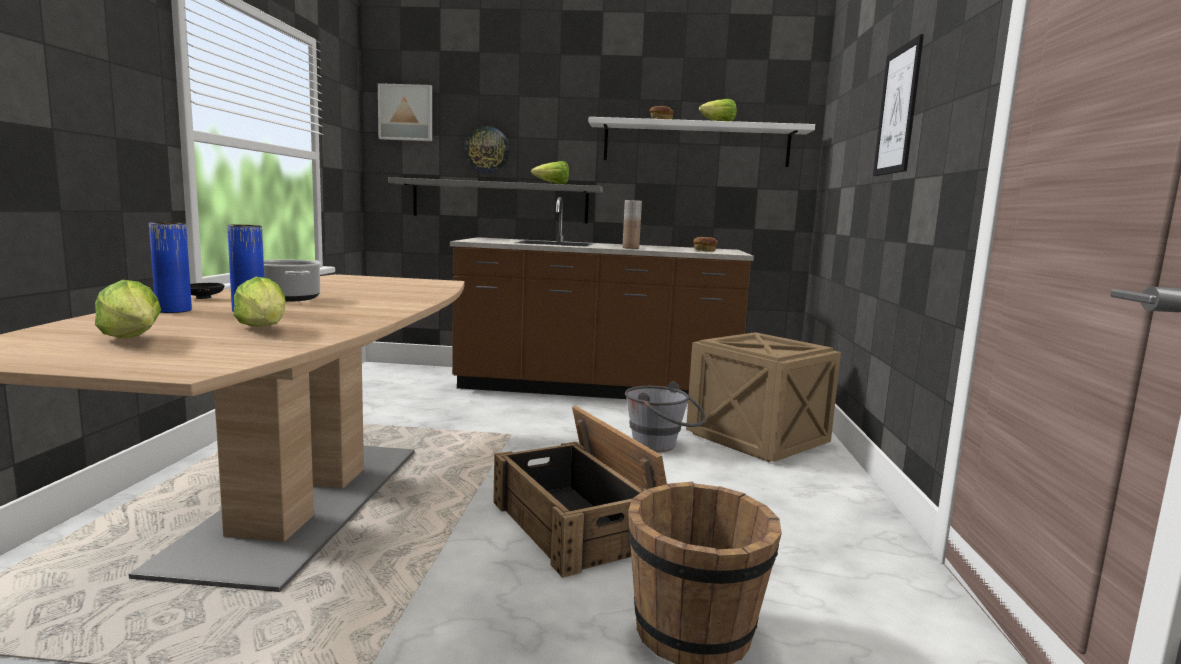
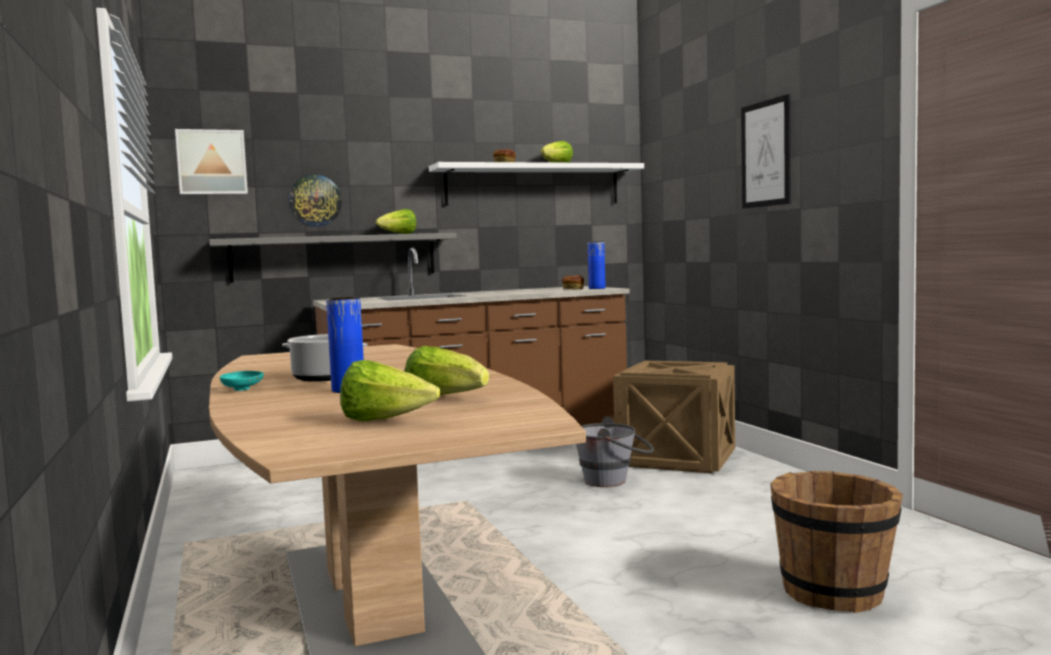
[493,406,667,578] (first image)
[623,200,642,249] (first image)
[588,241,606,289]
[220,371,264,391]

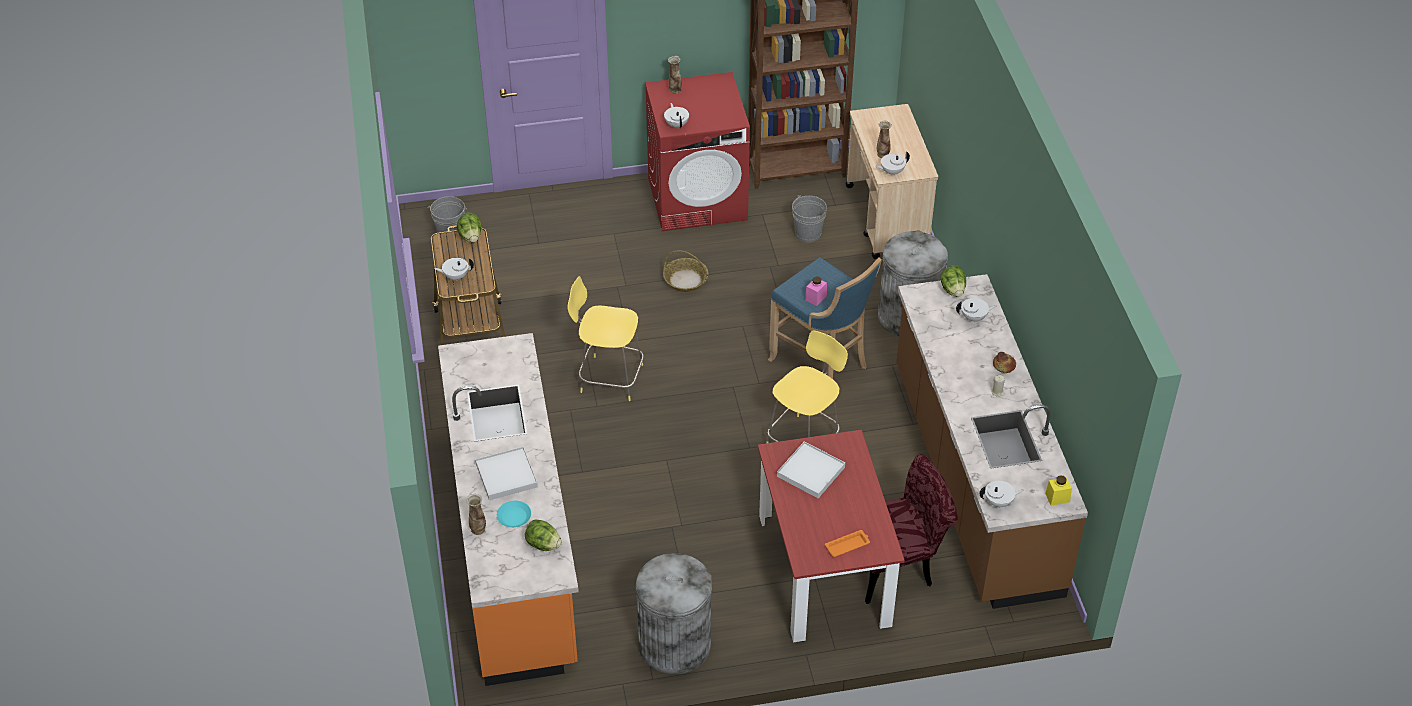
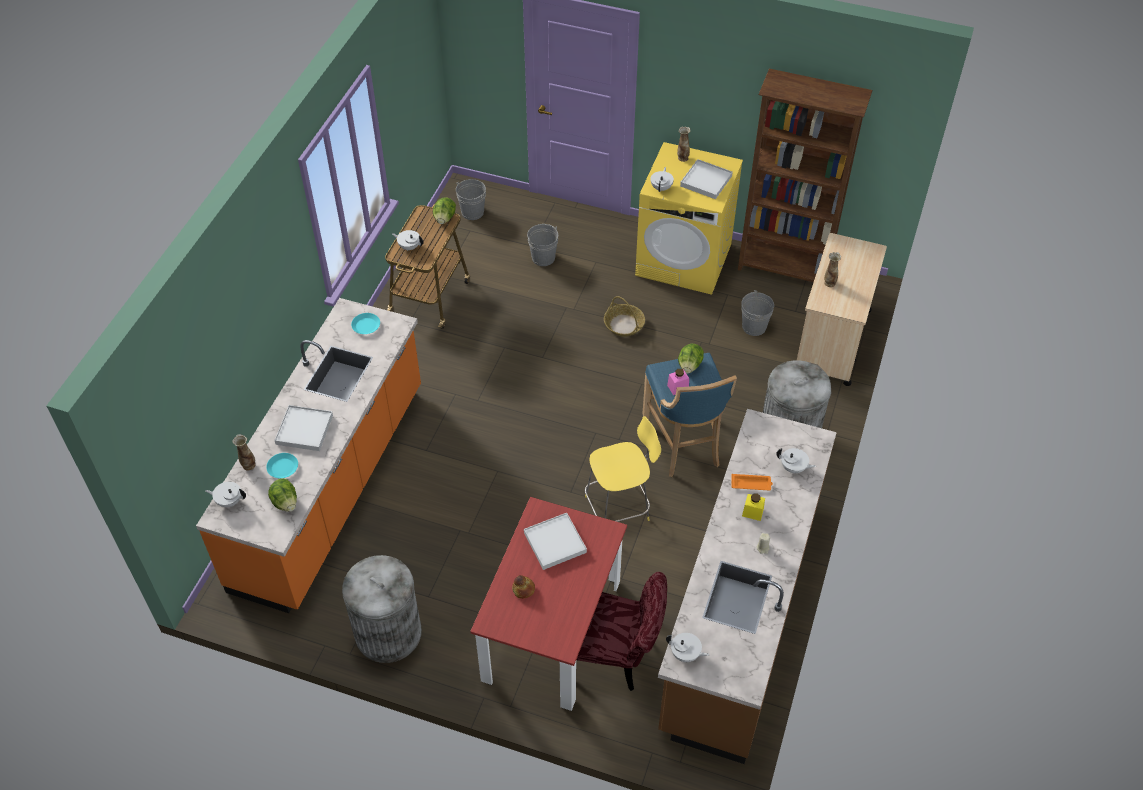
[568,276,644,401] (first image)
[351,313,380,334]
[527,224,558,266]
[680,159,733,199]
[731,474,773,490]
[205,482,246,507]
[678,344,704,374]
[512,575,535,599]
[742,493,765,521]
[635,142,743,295]

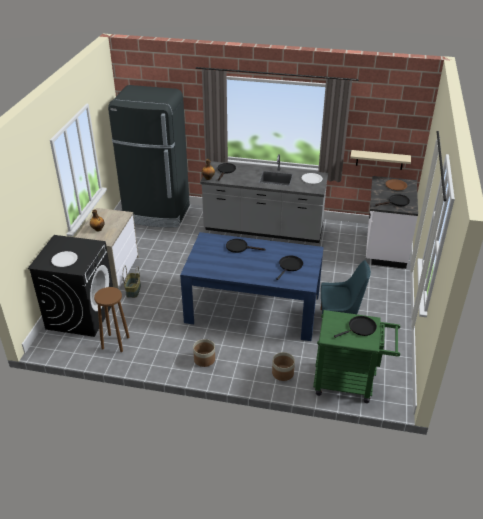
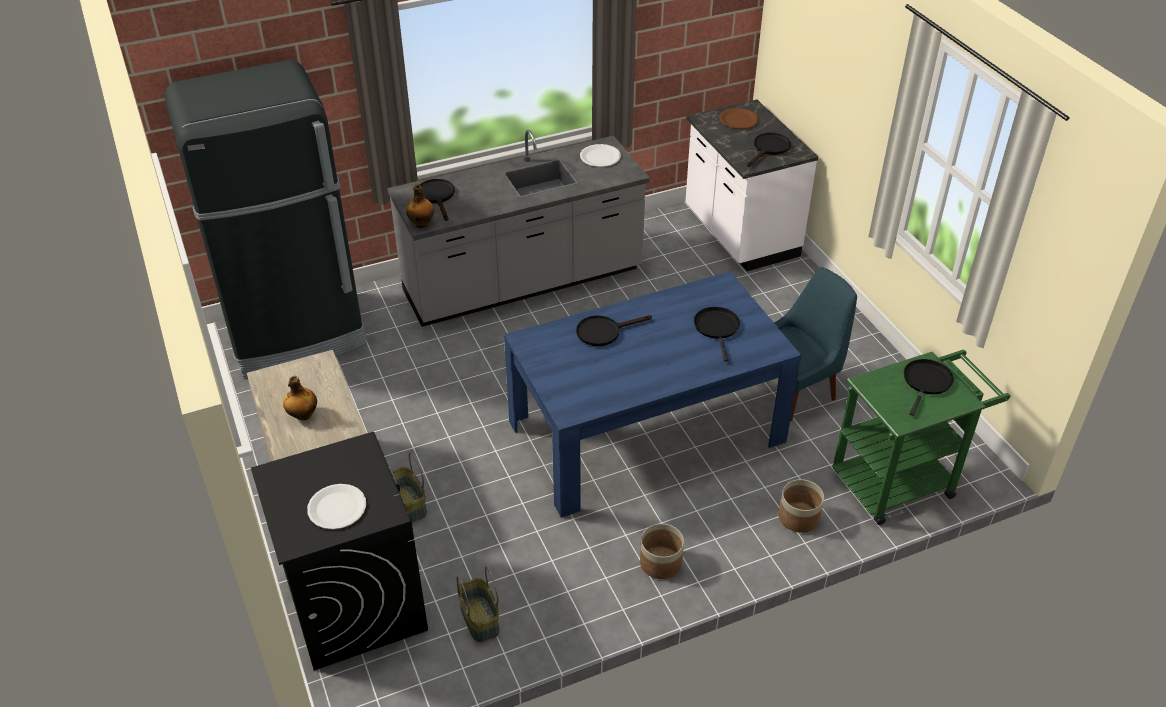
[350,150,411,170] (first image)
[457,566,499,642]

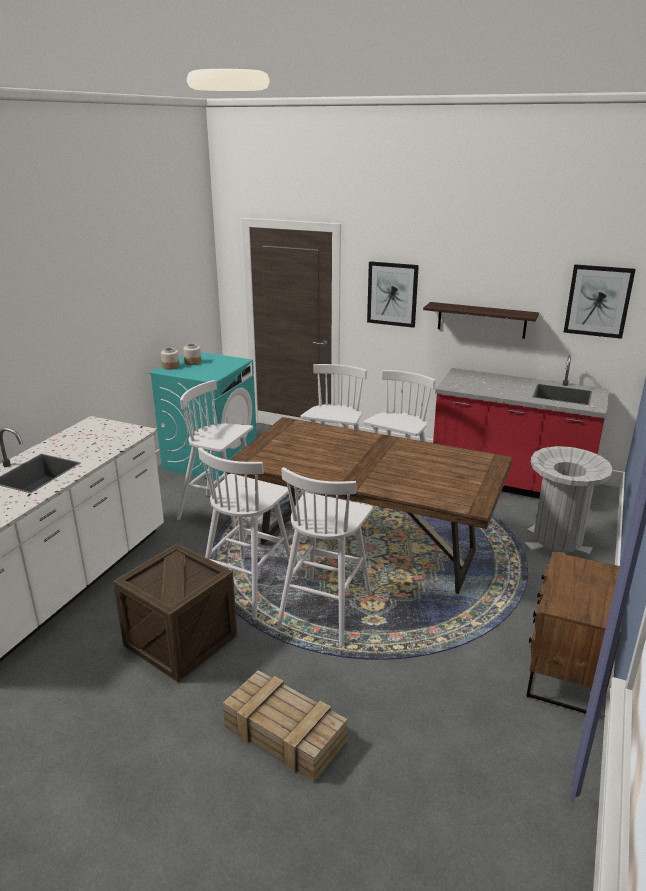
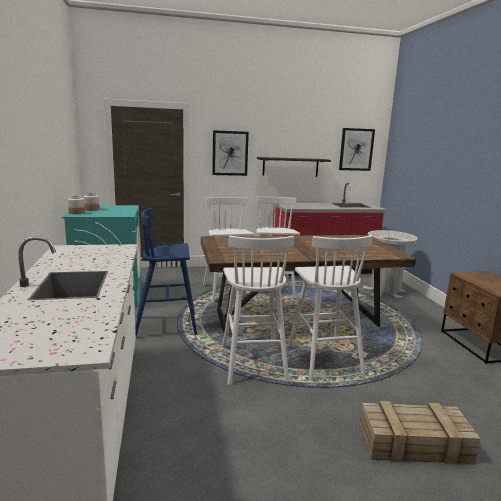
[113,543,237,682] (first image)
[135,208,197,337]

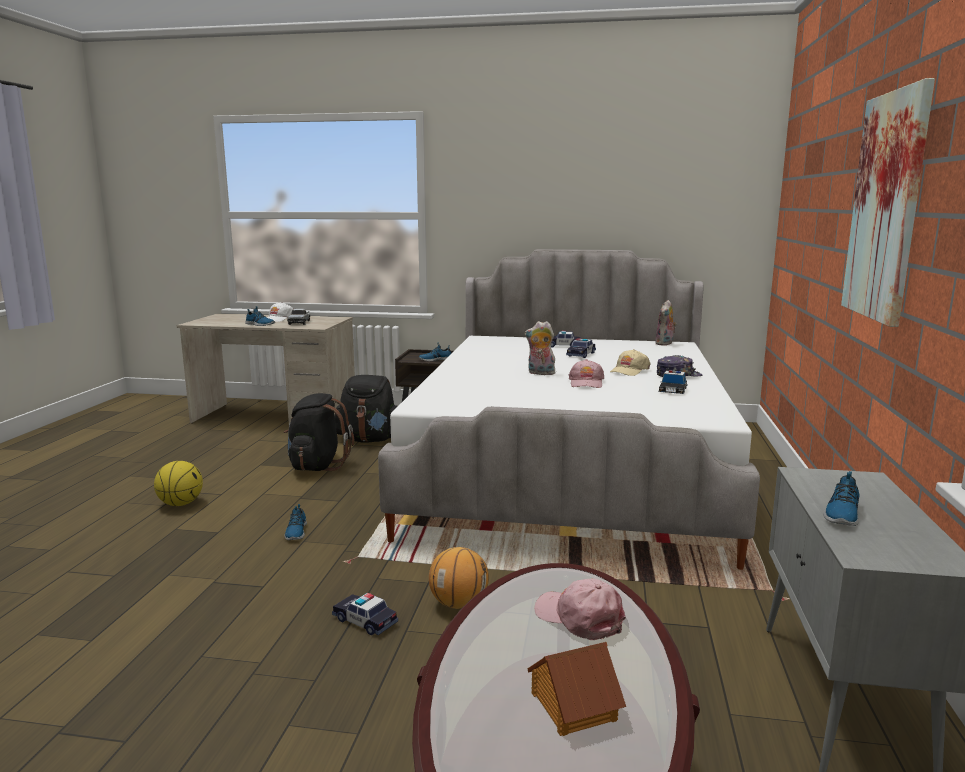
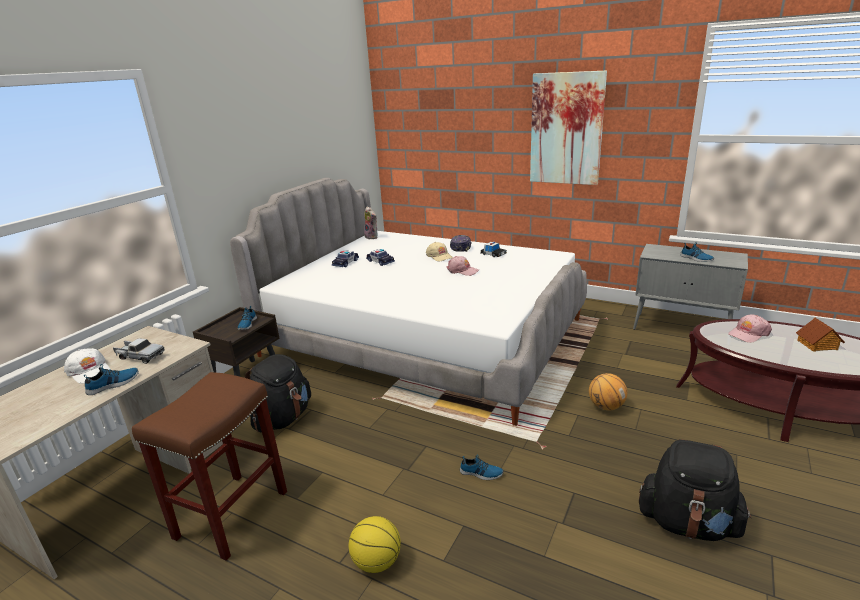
[332,593,398,636] (first image)
[525,321,555,375] (first image)
[132,372,287,561]
[639,439,751,541]

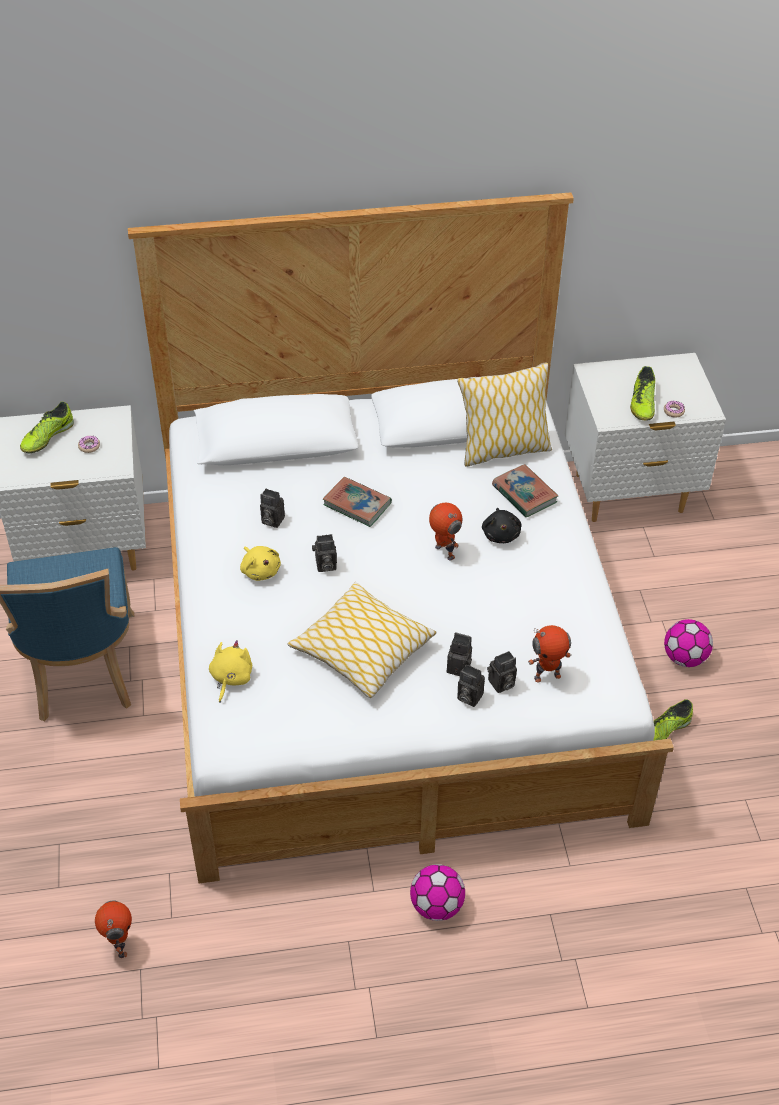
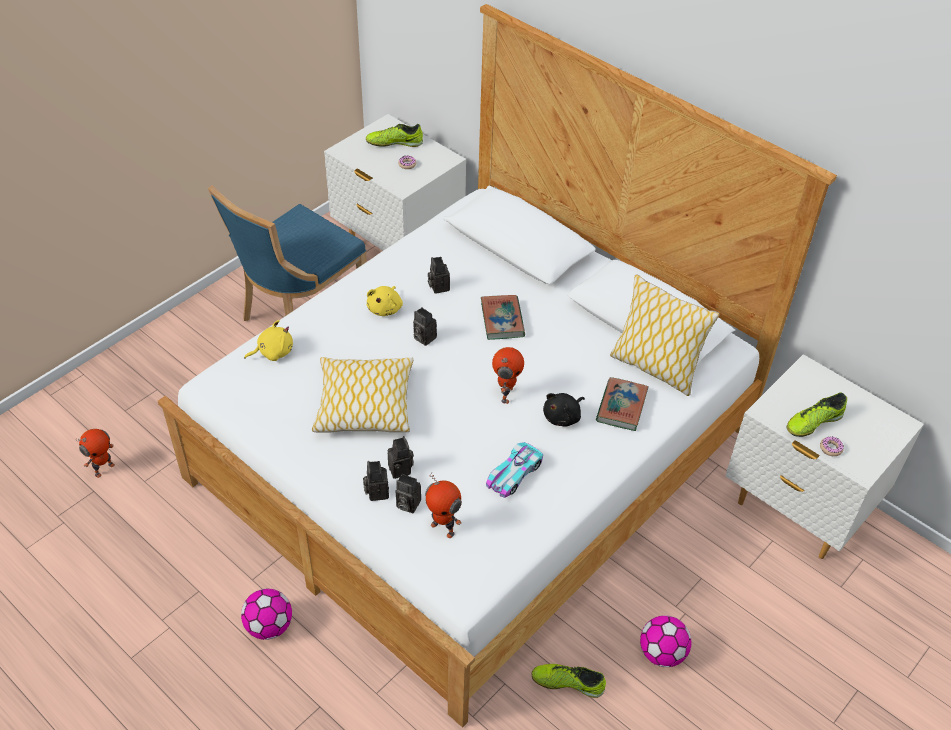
[486,442,543,498]

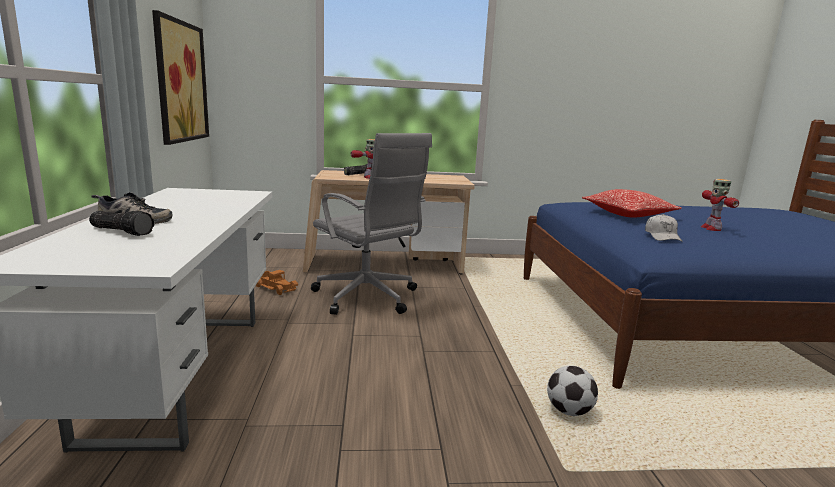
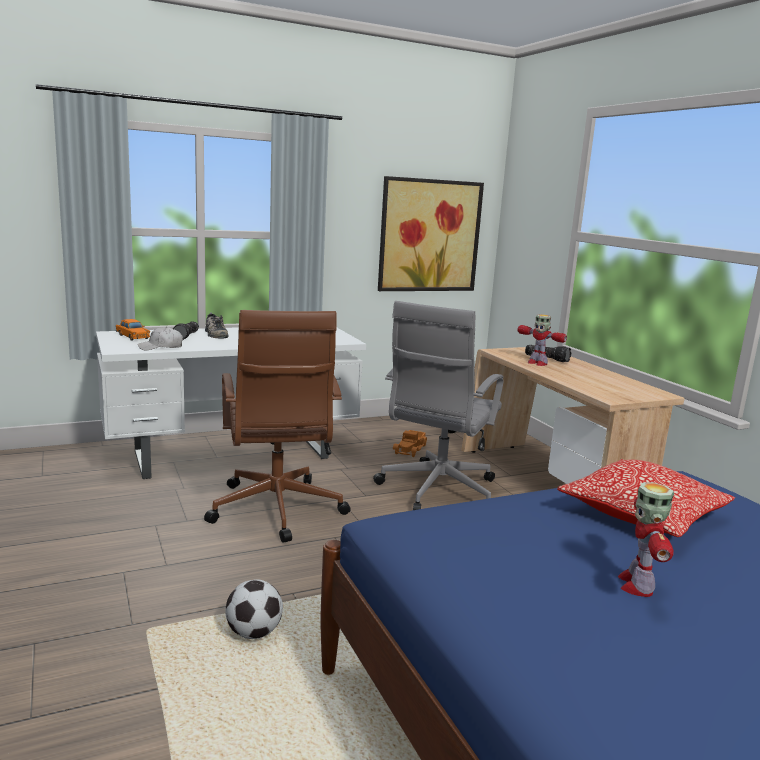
[116,319,150,341]
[204,310,351,543]
[138,327,183,350]
[618,482,674,597]

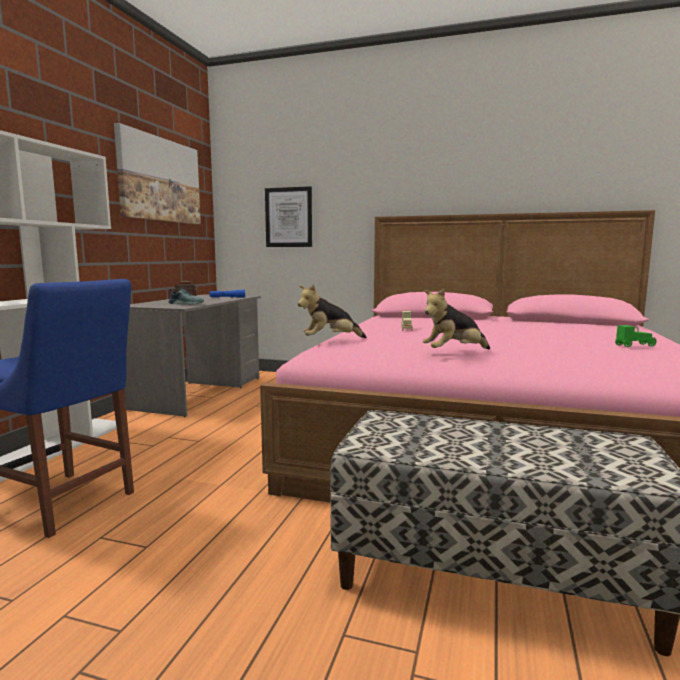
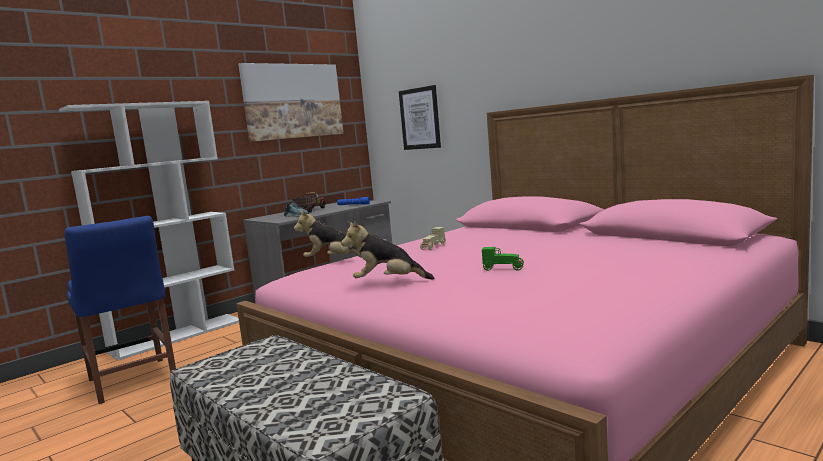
[482,247,524,271]

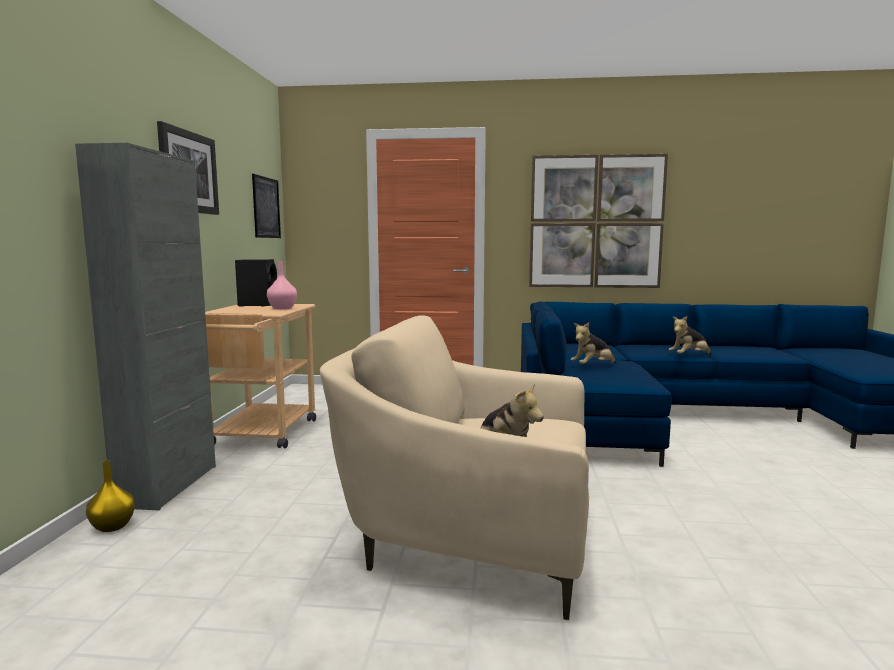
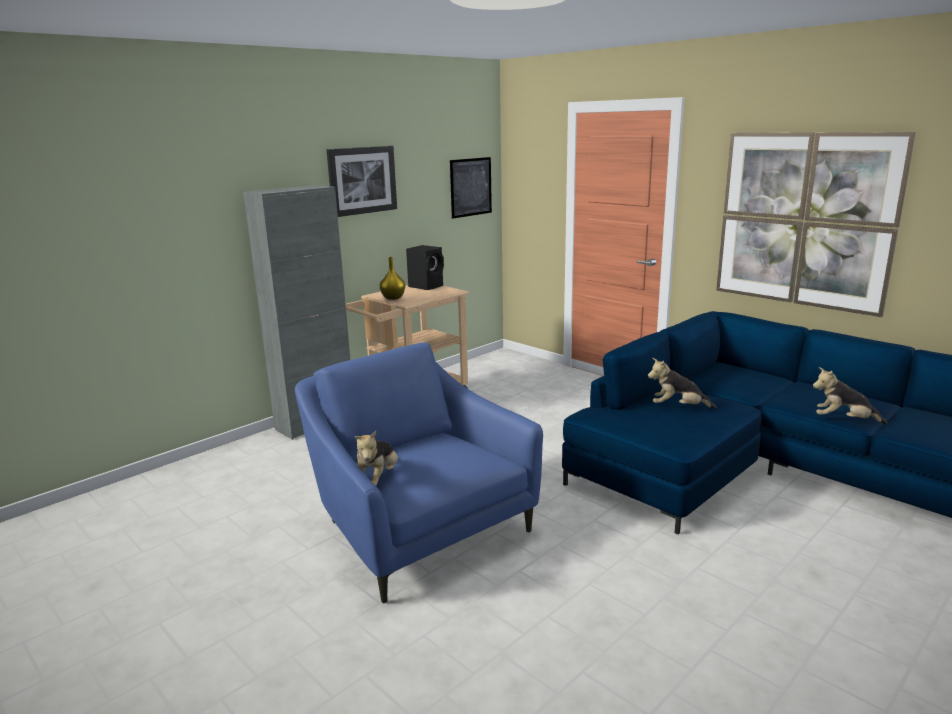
[267,261,297,309] (first image)
[380,257,405,300]
[295,343,543,604]

